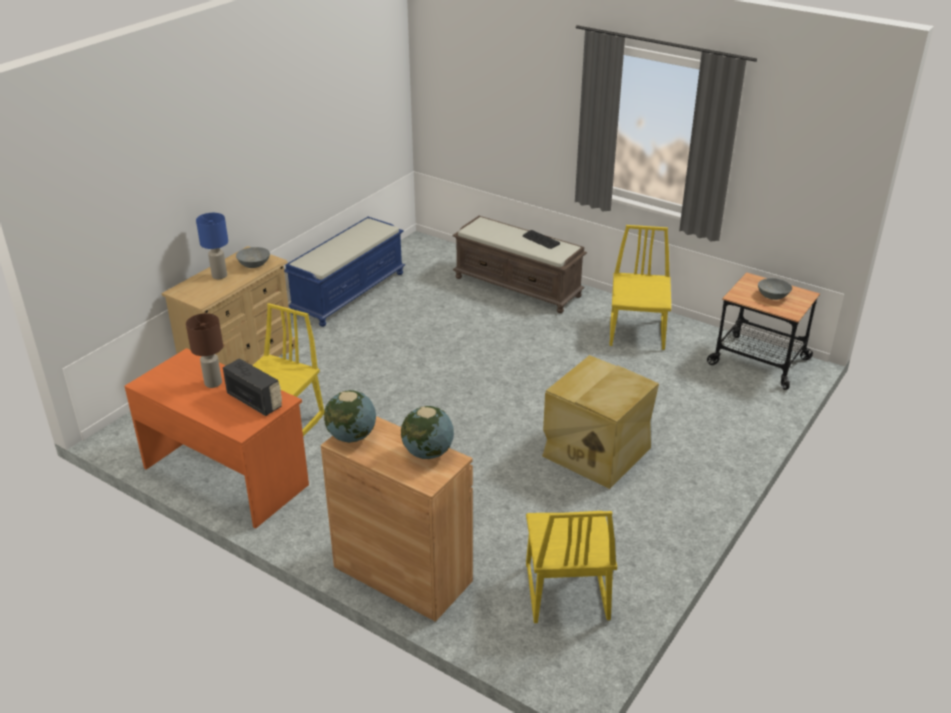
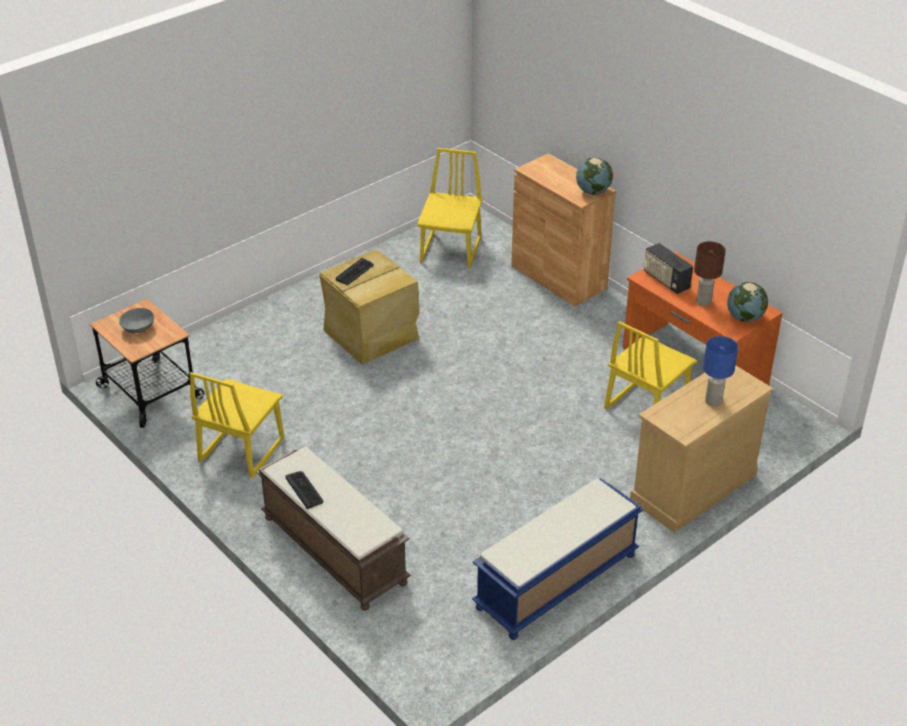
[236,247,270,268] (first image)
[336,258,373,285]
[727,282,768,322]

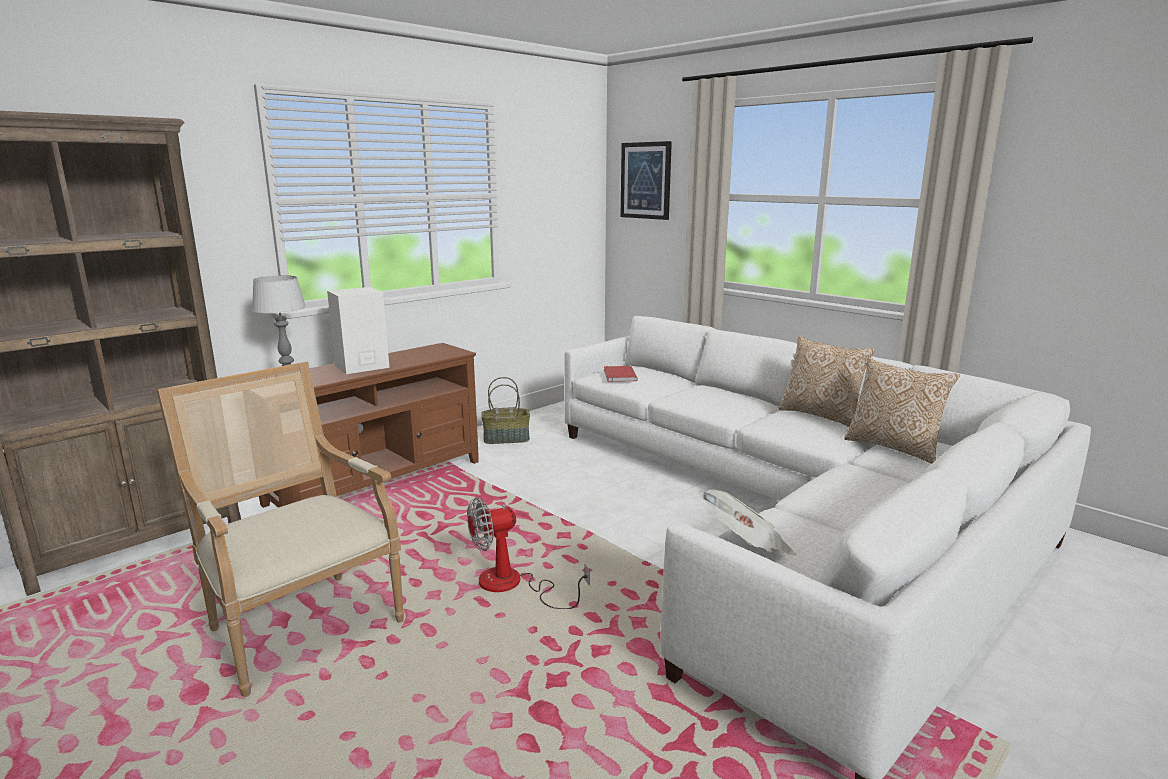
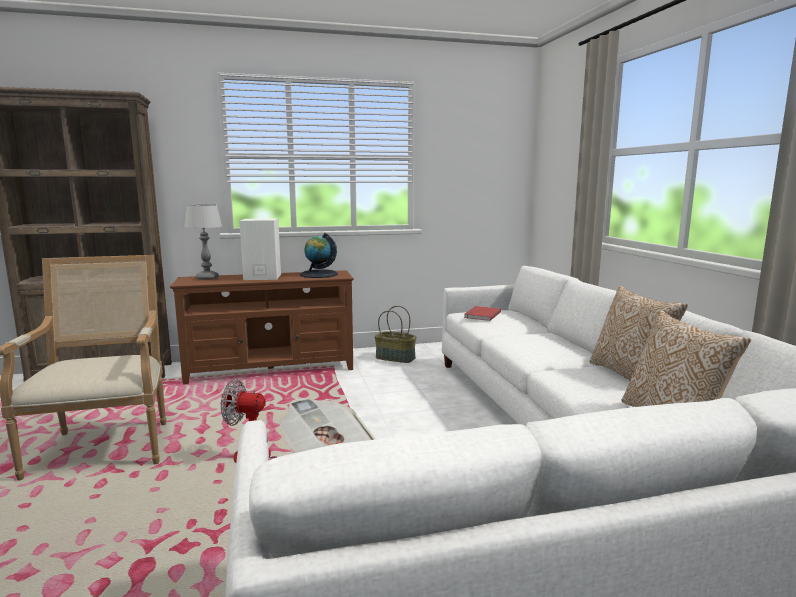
[620,141,672,220] (first image)
[300,233,338,278]

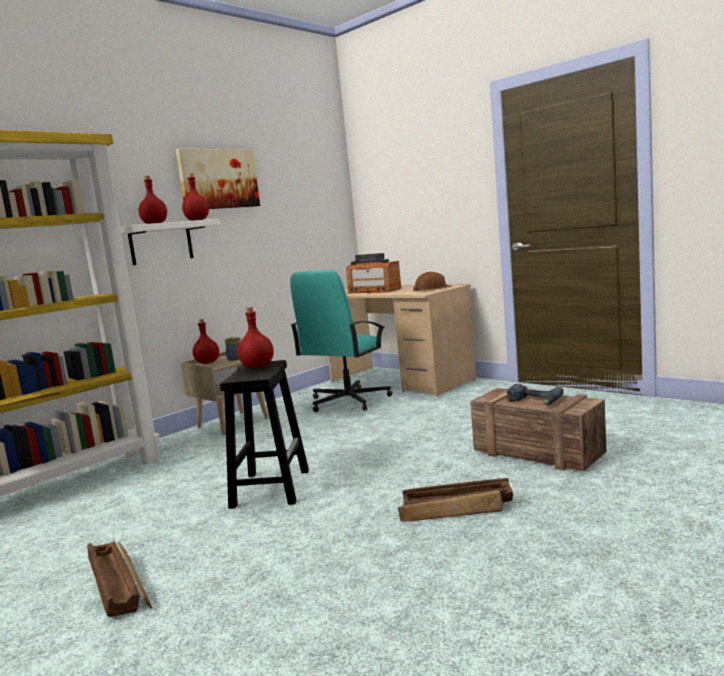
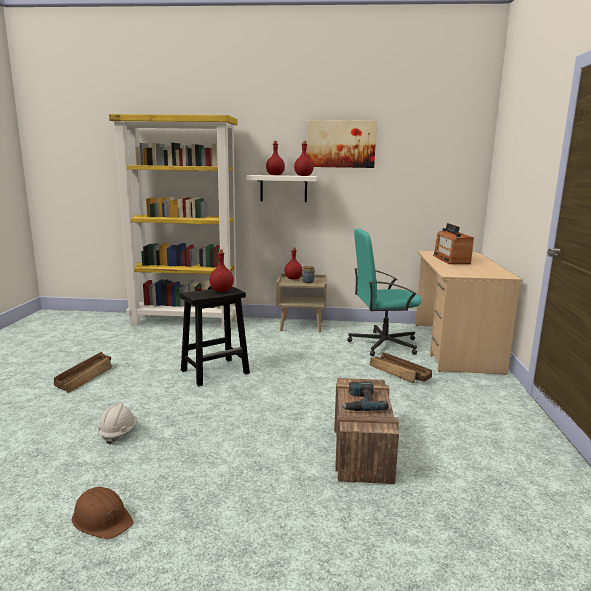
[97,403,137,445]
[369,352,432,383]
[72,487,134,539]

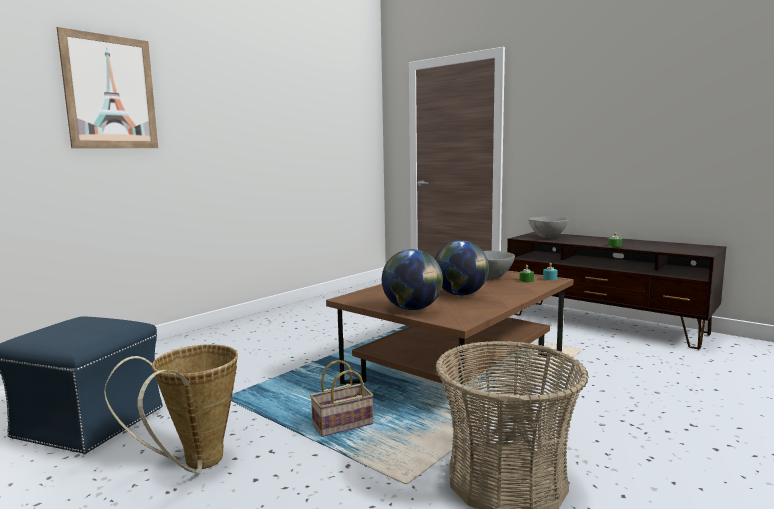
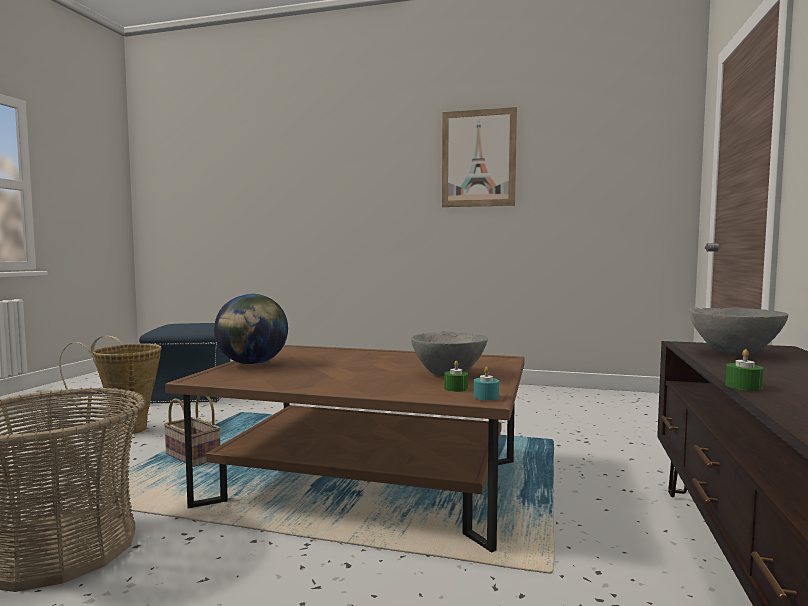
[435,240,489,296] (first image)
[442,107,517,207]

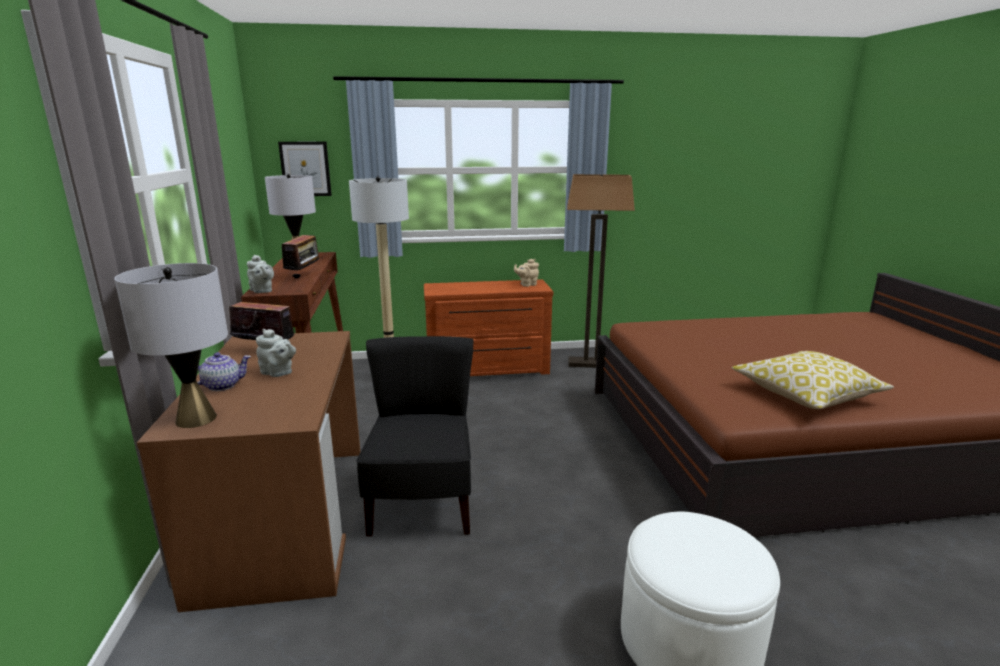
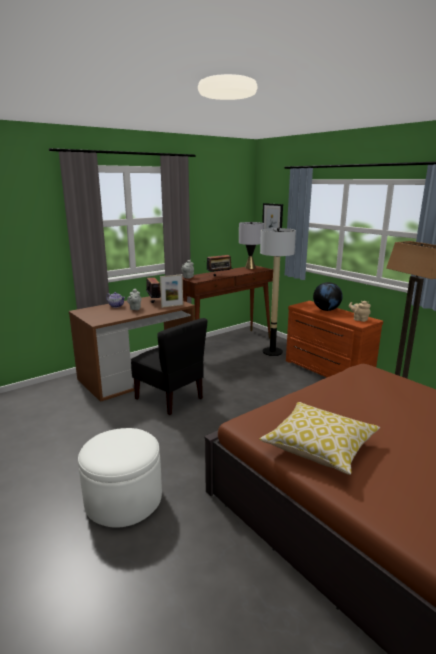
[114,263,228,428] (first image)
[160,274,183,308]
[313,282,343,311]
[131,318,208,415]

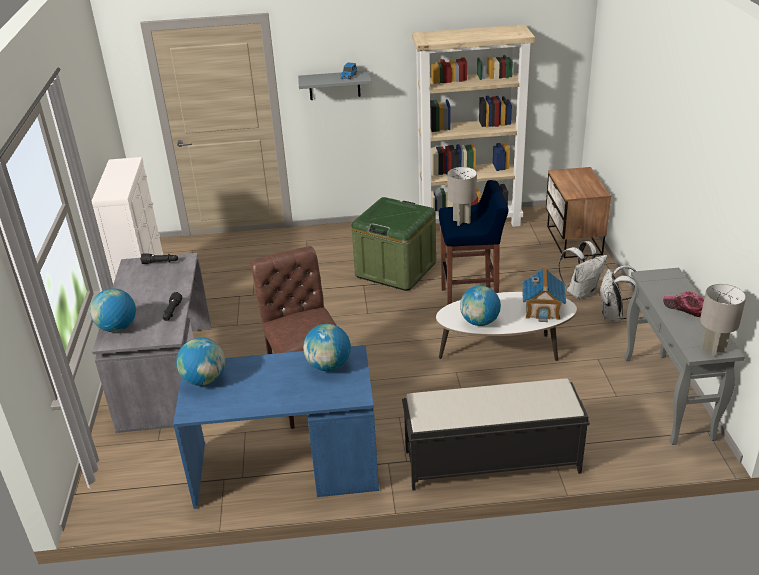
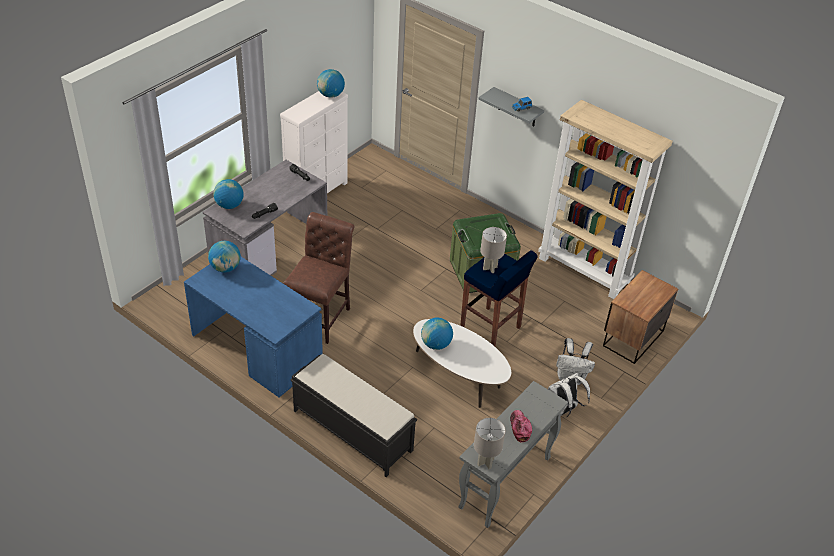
[522,266,566,322] (first image)
[317,69,345,98]

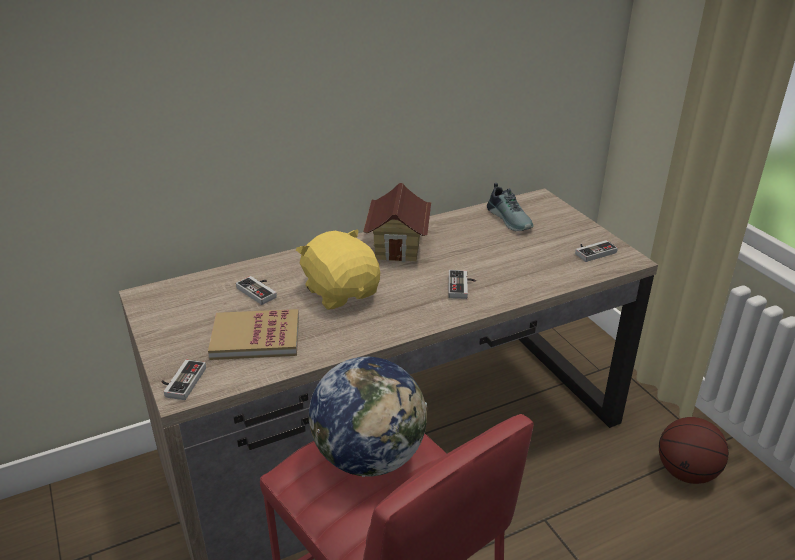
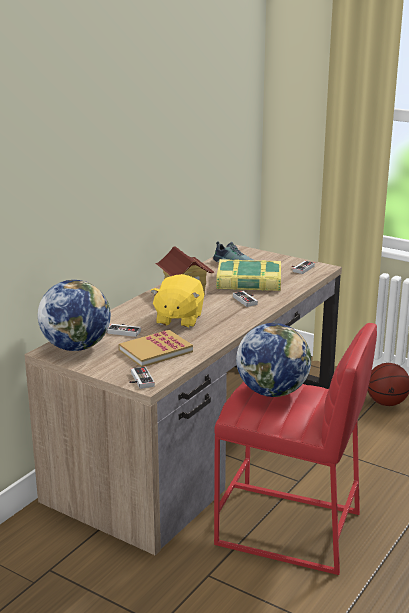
[38,280,111,351]
[216,259,281,291]
[150,274,204,328]

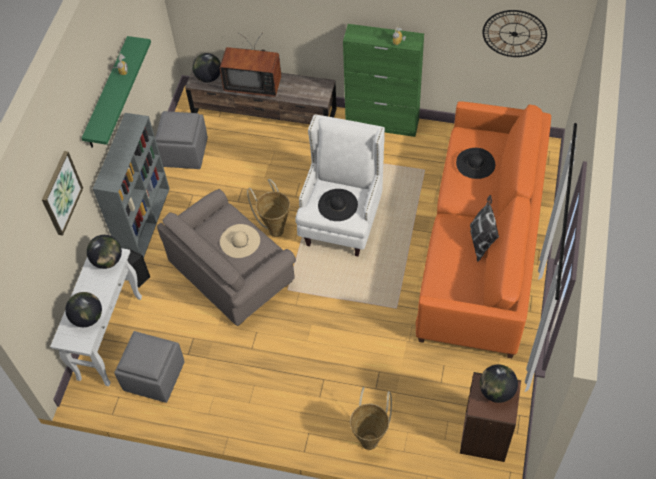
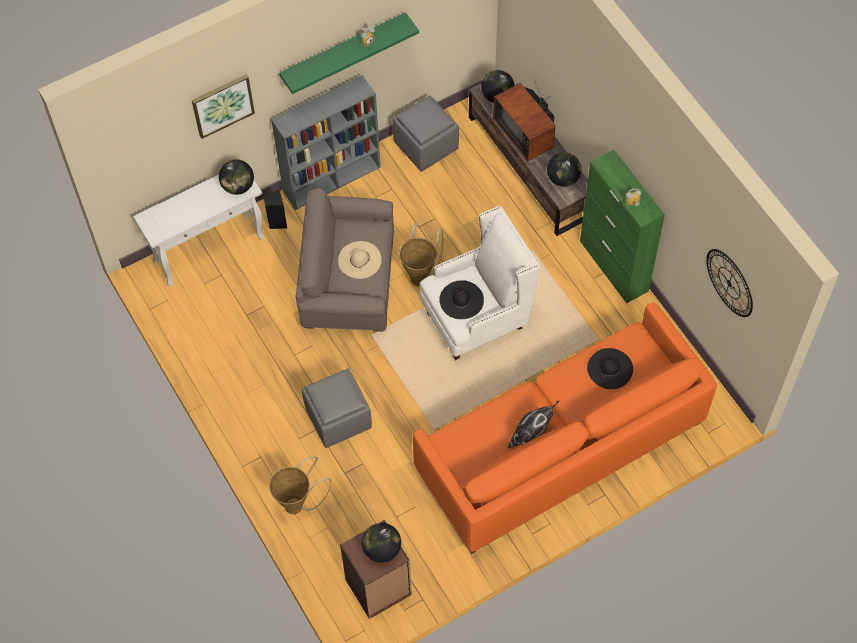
[547,152,581,187]
[302,368,372,448]

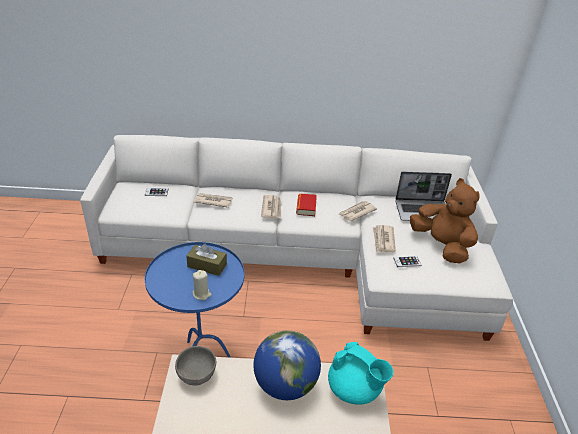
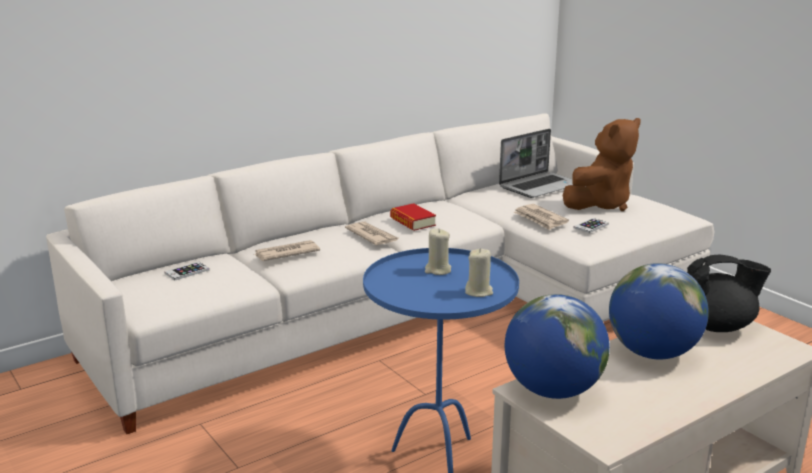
[339,201,377,221] (first image)
[505,294,610,399]
[425,228,451,275]
[687,255,771,332]
[563,118,641,211]

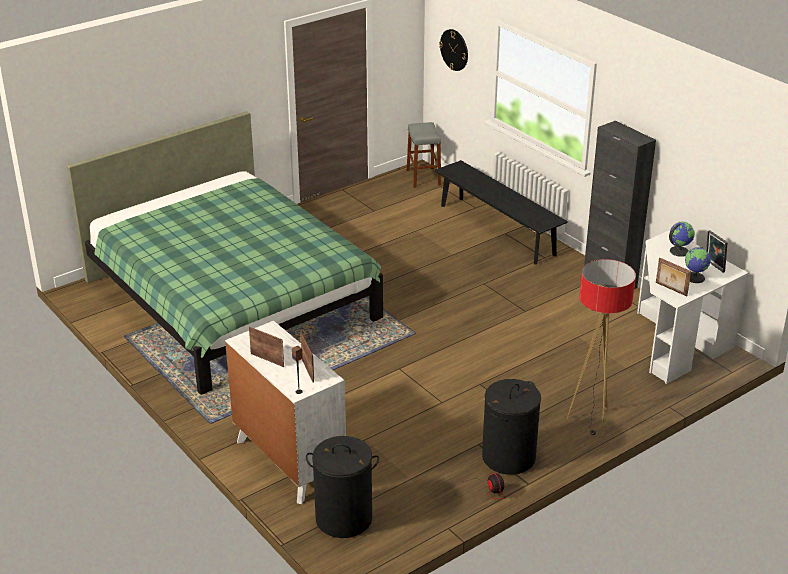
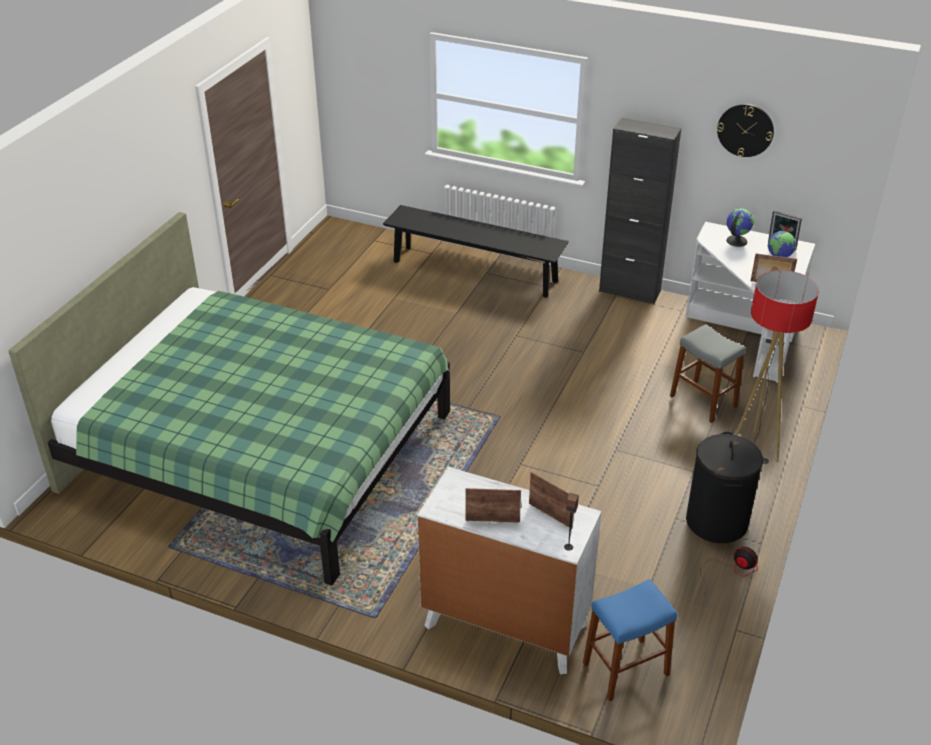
[670,324,746,423]
[717,104,774,157]
[583,579,677,701]

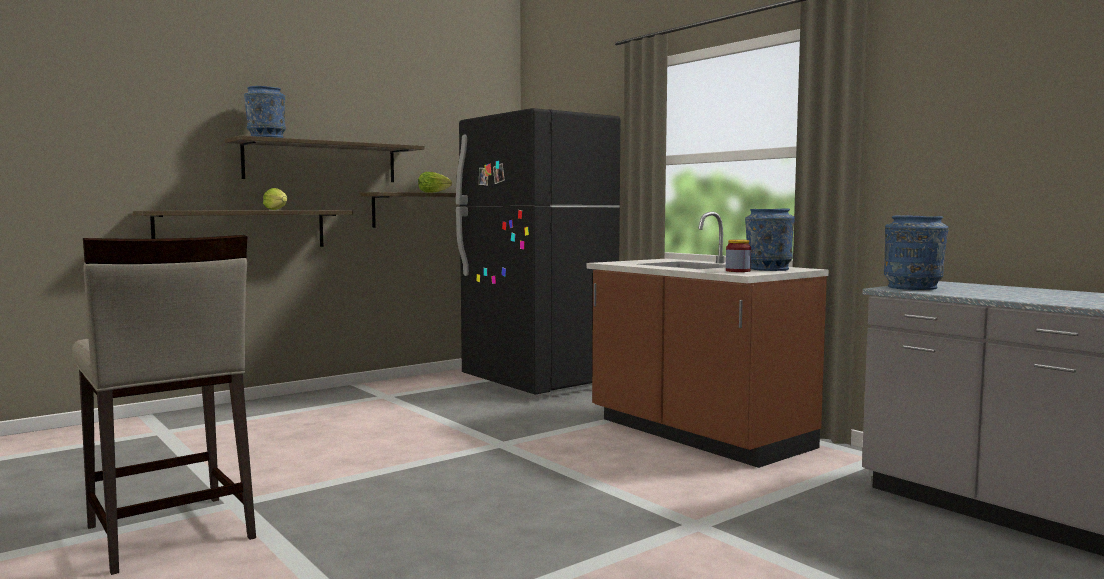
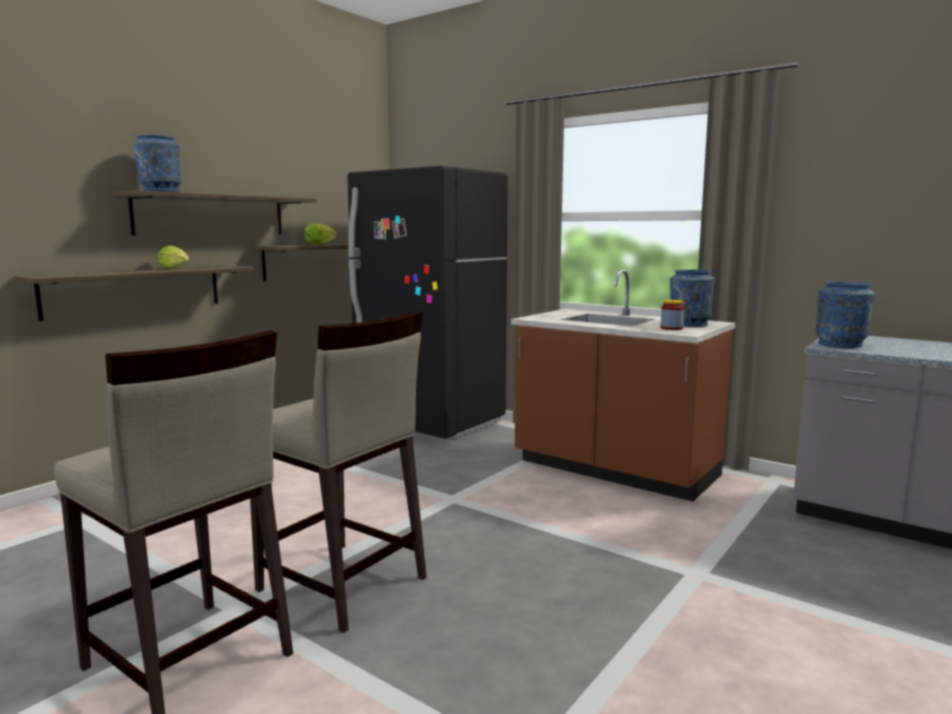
[250,311,427,633]

